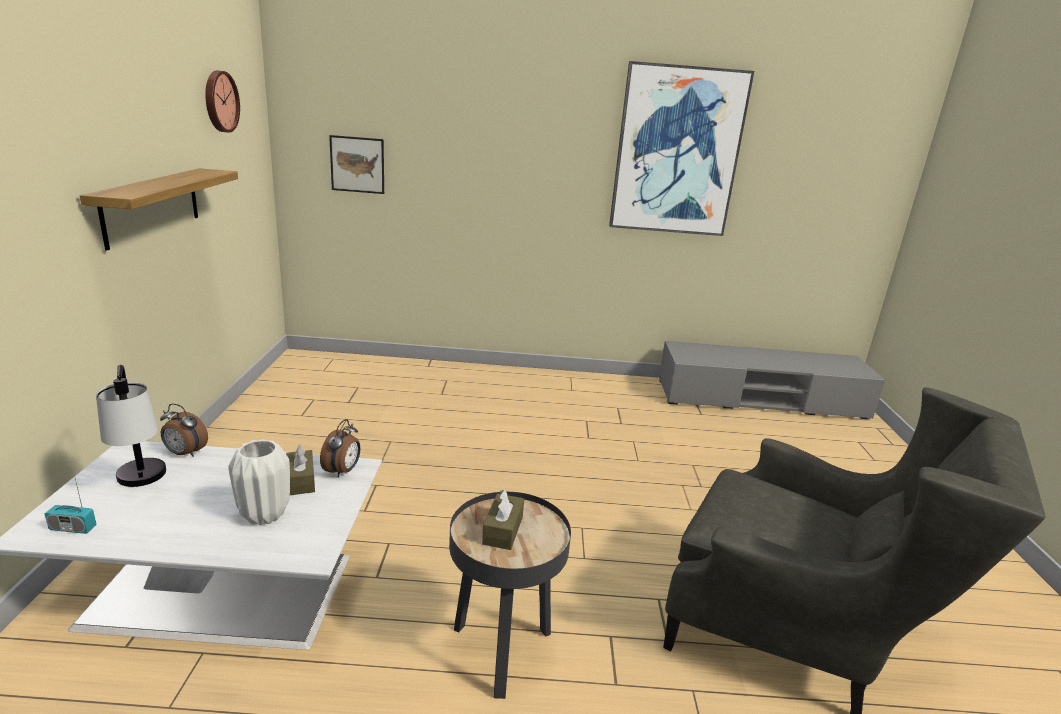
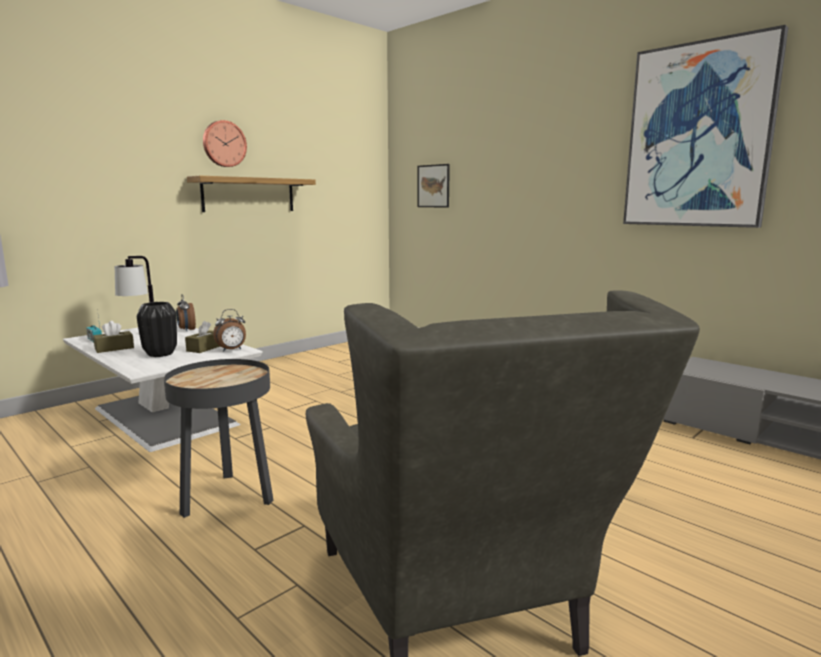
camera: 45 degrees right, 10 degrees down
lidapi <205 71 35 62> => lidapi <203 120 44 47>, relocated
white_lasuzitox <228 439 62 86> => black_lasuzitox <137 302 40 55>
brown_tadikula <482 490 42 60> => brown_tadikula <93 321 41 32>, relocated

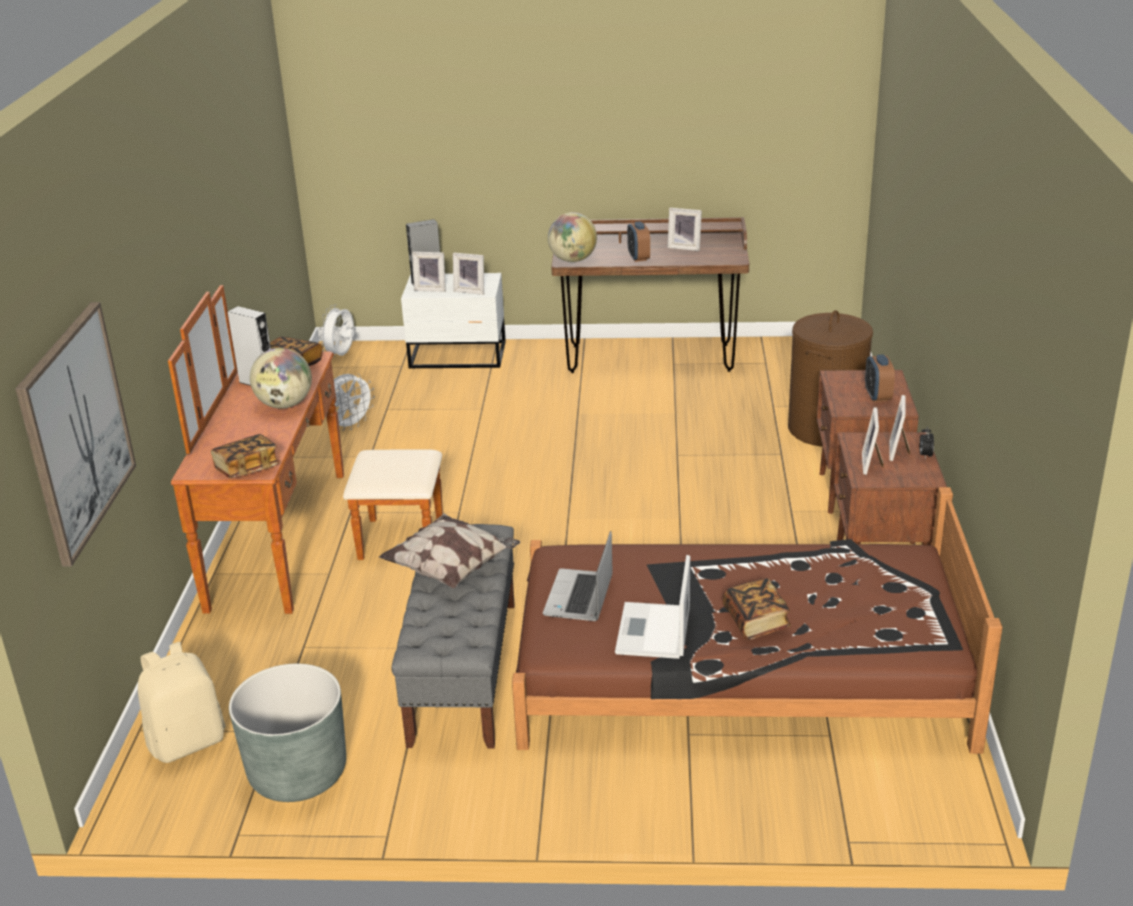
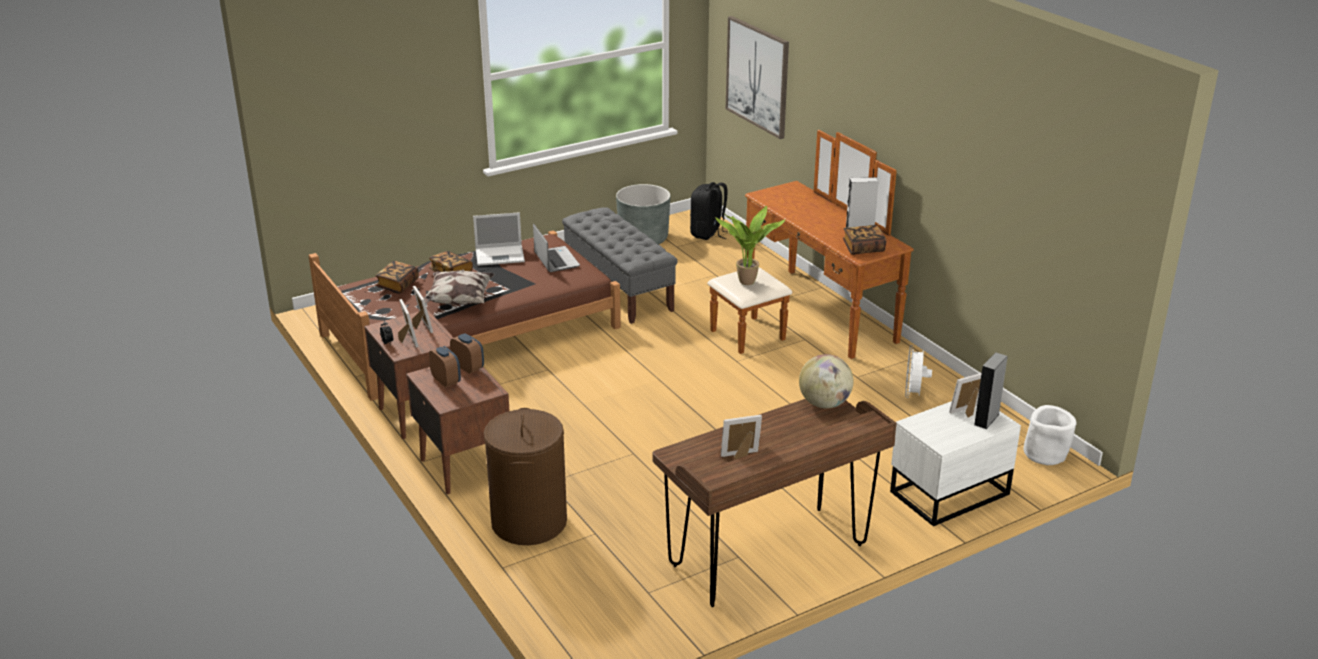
camera: 145 degrees right, 0 degrees up
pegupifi <627 221 23 41> => pegupifi <450 333 34 41>, relocated
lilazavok <453 253 31 42> => nothing
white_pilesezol <319 305 35 52> => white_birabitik <1023 405 54 60>
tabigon <250 348 62 61> => nothing
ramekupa <211 434 68 44> => ramekupa <375 261 44 33>, relocated
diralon <379 513 141 76> => diralon <423 270 71 35>, relocated
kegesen <615 555 75 104> => kegesen <473 212 52 54>, 105 degrees clockwise
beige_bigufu <138 642 87 121> => black_bigufu <690 182 39 58>
nothing => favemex <715 206 70 79>

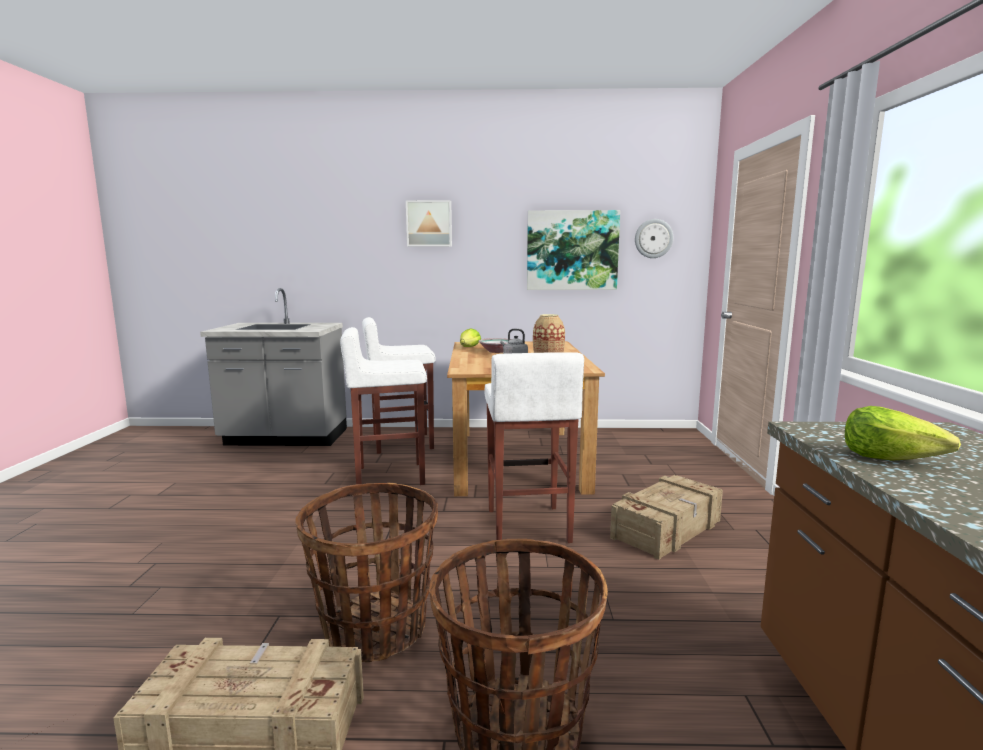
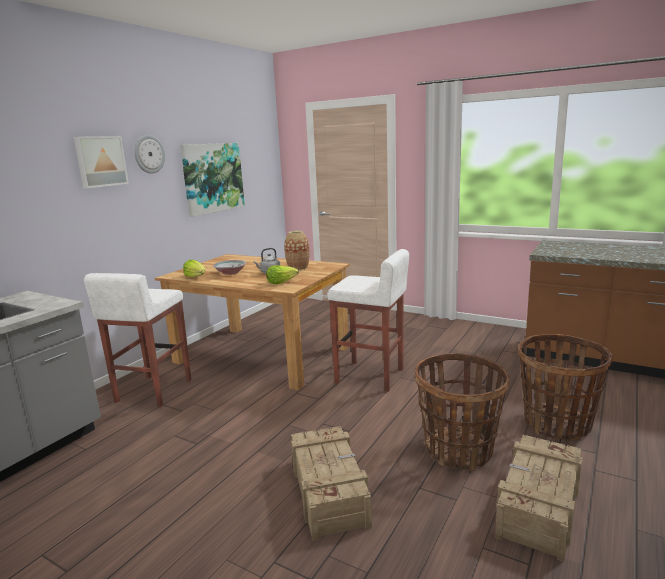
camera: 60 degrees left, 5 degrees up
lidapi <635 219 38 39> => lidapi <134 135 31 39>, relocated
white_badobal <340 327 87 158> => nothing
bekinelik <845 406 116 55> => bekinelik <266 265 33 19>, relocated
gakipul <610 475 113 85> => gakipul <291 426 81 115>, relocated

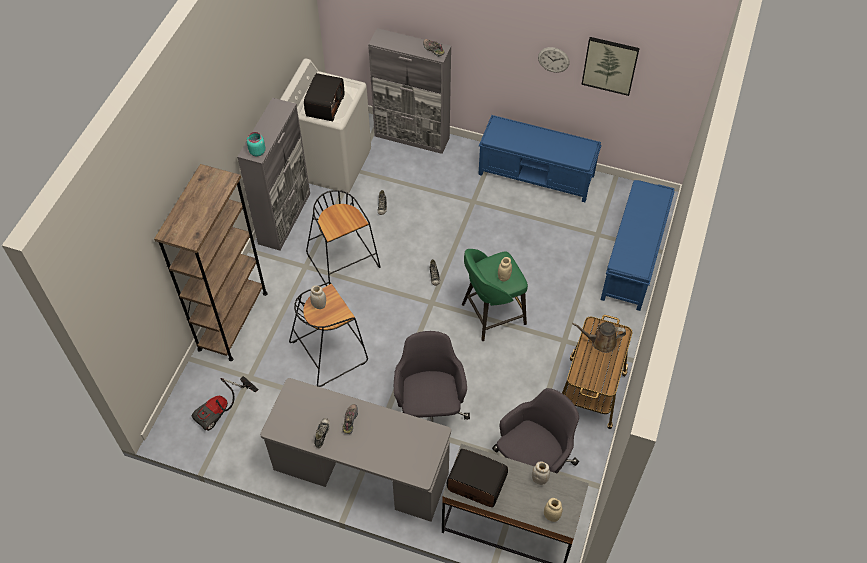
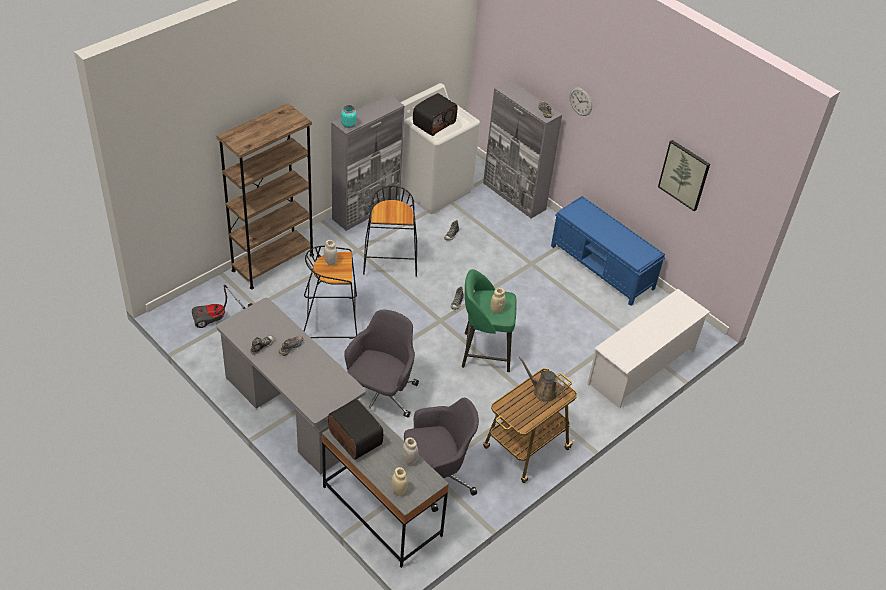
camera: 25 degrees right, 10 degrees down
lidapi <538 47 32 26> => lidapi <569 87 23 29>, relocated
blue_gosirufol <600 180 75 131> => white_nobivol <587 289 123 120>

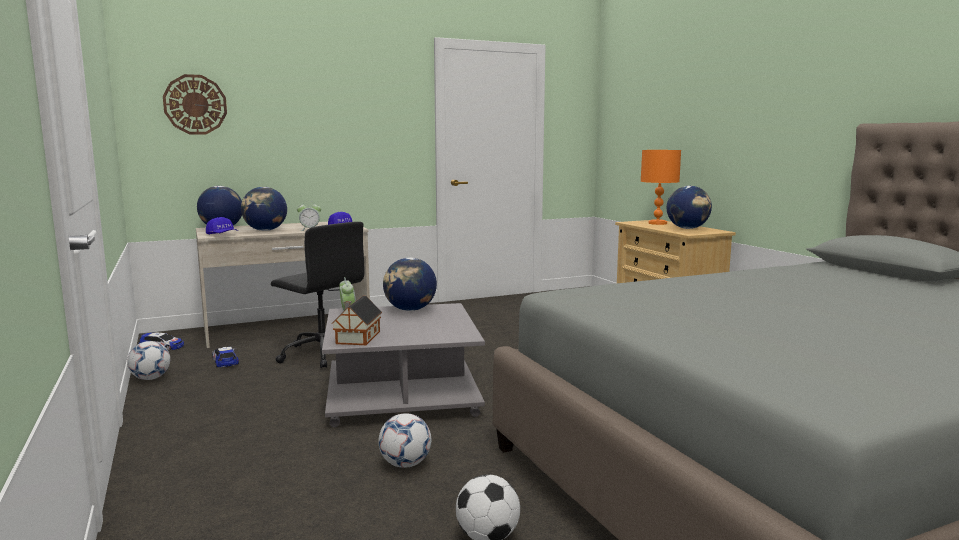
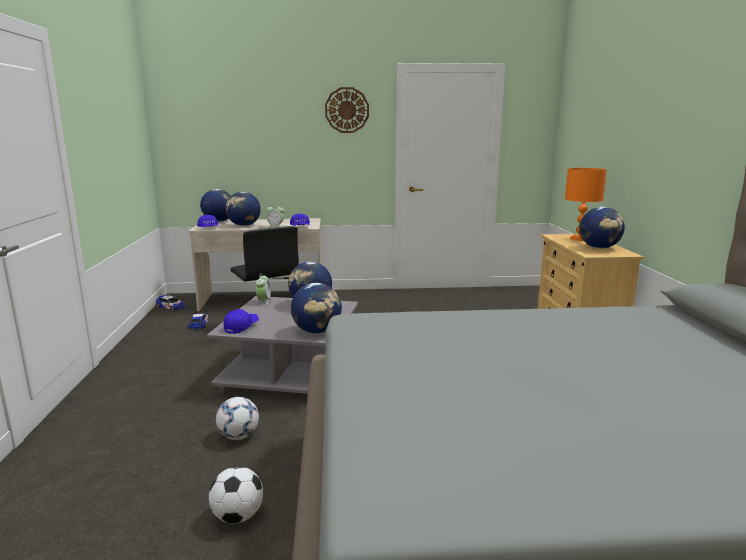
camera: 20 degrees right, 5 degrees up
lidapi <163 74 64 61> => lidapi <325 87 44 46>, relocated
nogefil <332 296 50 49> => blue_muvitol <224 309 35 25>
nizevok <127 341 43 39> => nothing
nothing => tabigon <291 283 51 50>

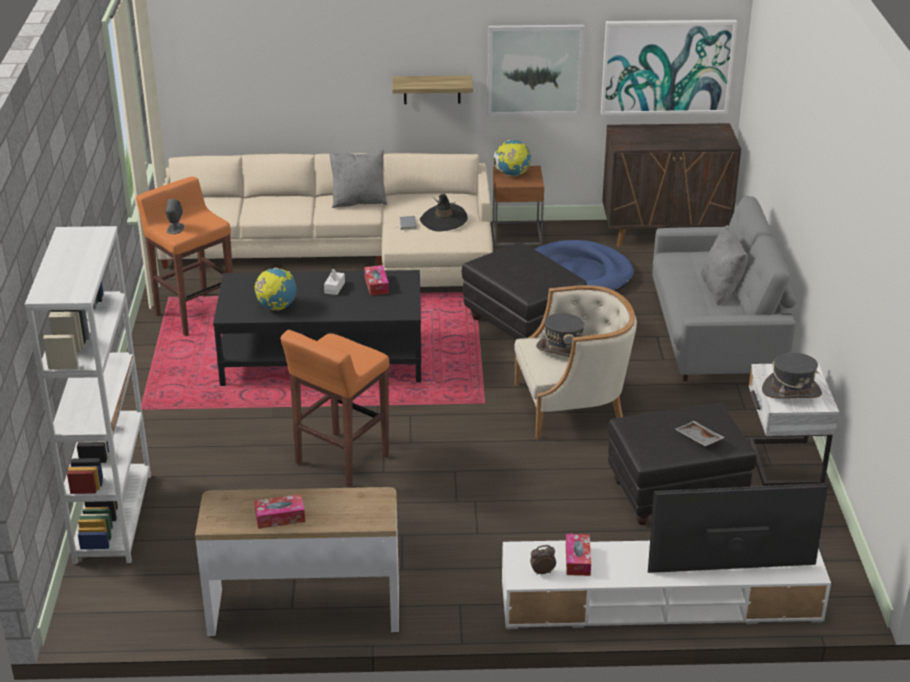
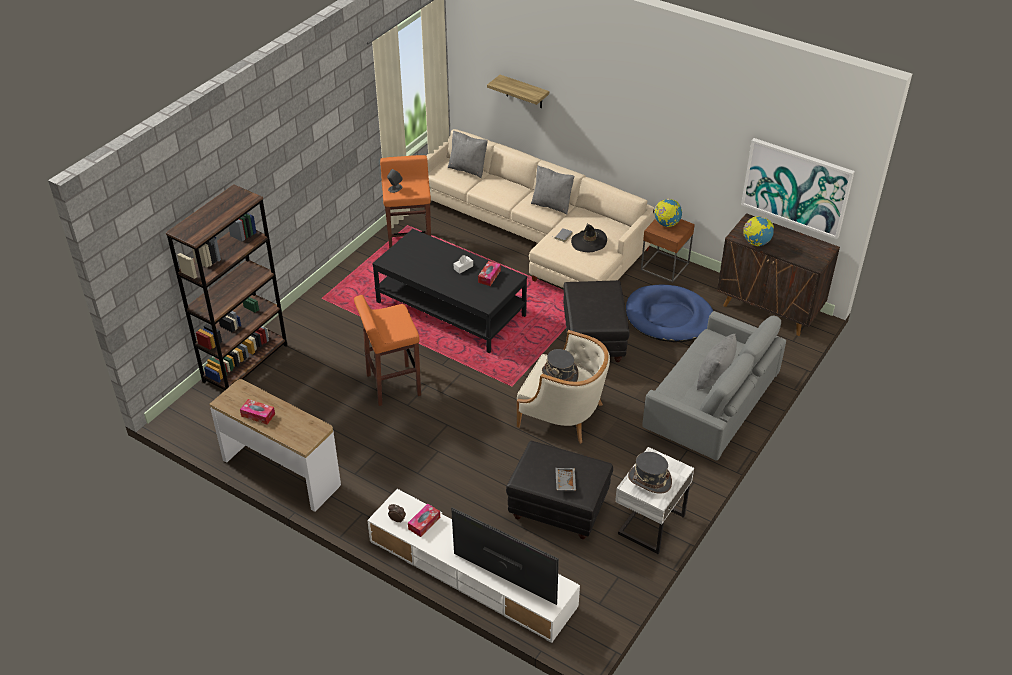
camera: 35 degrees right, 10 degrees up
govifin <487 25 98 91> => nothing
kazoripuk <392 76 81 28> => kazoripuk <487 75 62 33>, relocated
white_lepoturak <25 226 126 338> => brown_lepoturak <166 184 122 206>
tabigon <254 268 43 42> => tabigon <743 216 31 30>, relocated
nothing => grey_diralon <448 130 40 48>

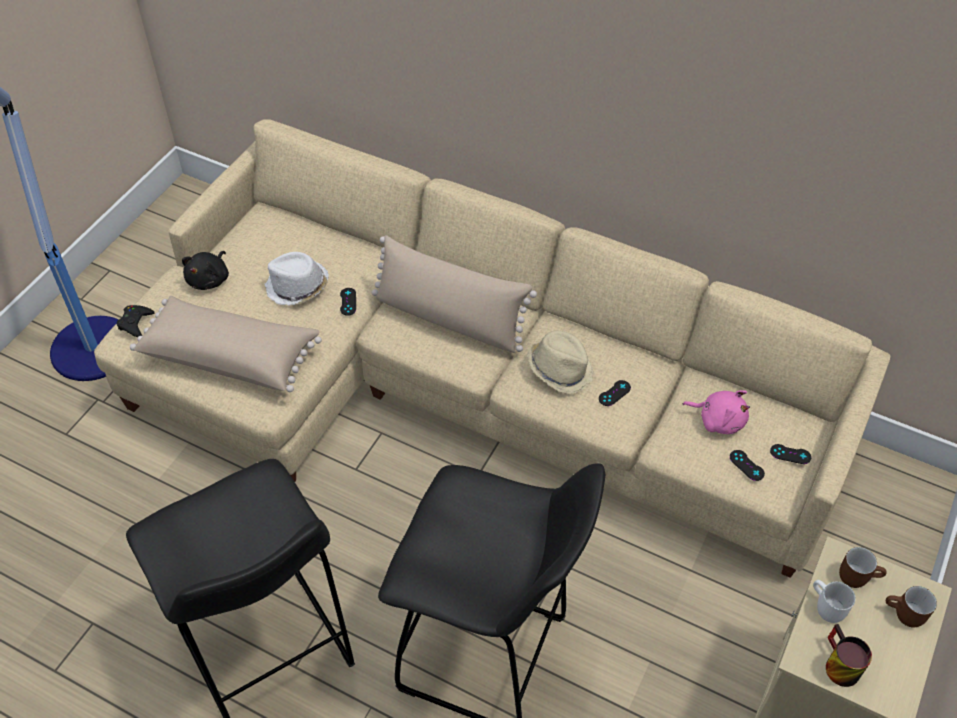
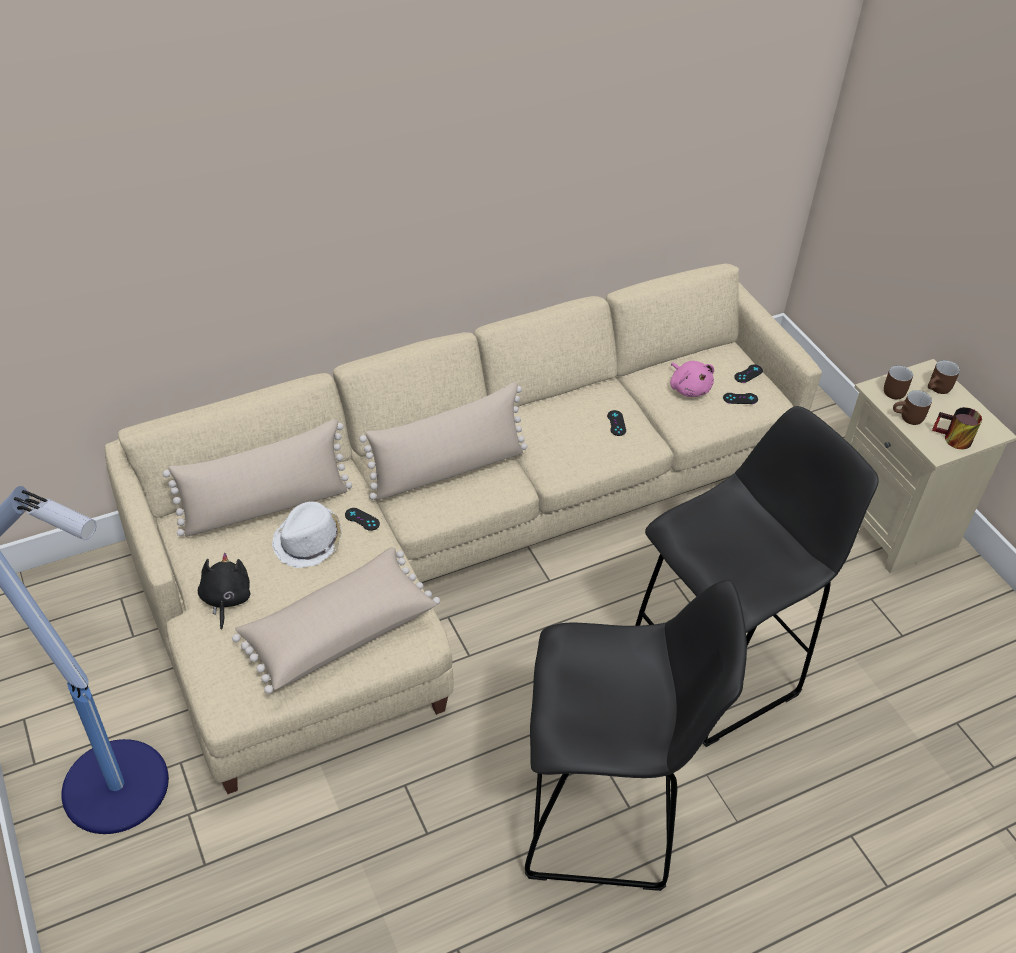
camera: 55 degrees left, 5 degrees down
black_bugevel <182 251 47 39> => black_bugevel <198 553 52 77>, 150 degrees counterclockwise
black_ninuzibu <117 305 38 32> => nothing
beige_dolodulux <527 331 66 62> => nothing
pink_bugevel <682 390 68 44> => pink_bugevel <670 361 44 36>, 90 degrees clockwise
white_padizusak <813 580 42 43> => brown_padizusak <893 390 39 35>
nothing => beige_diralon <163 419 189 118>

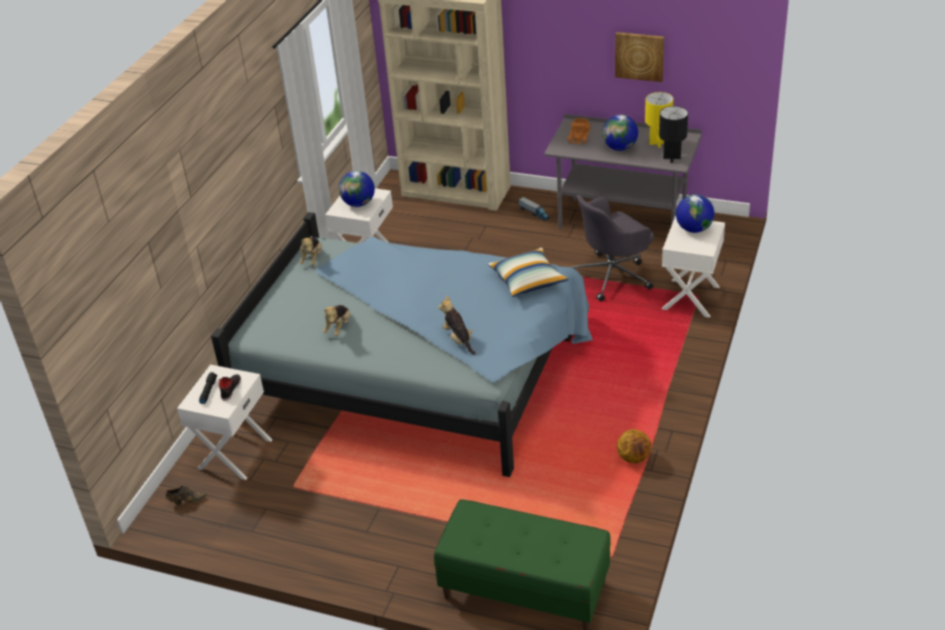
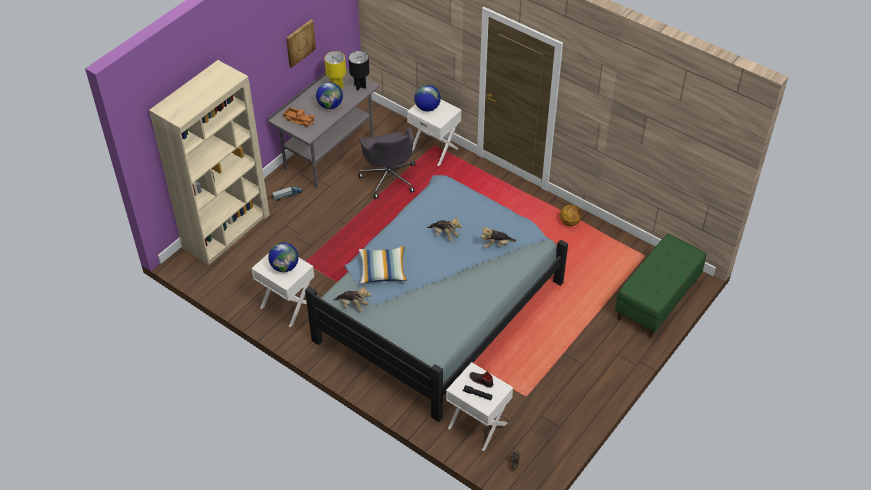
camera: 75 degrees left, 10 degrees up
diralon <488 248 81 49> => diralon <359 246 48 38>, relocated
bugevel <323 305 28 31> => bugevel <427 217 35 24>, relocated

